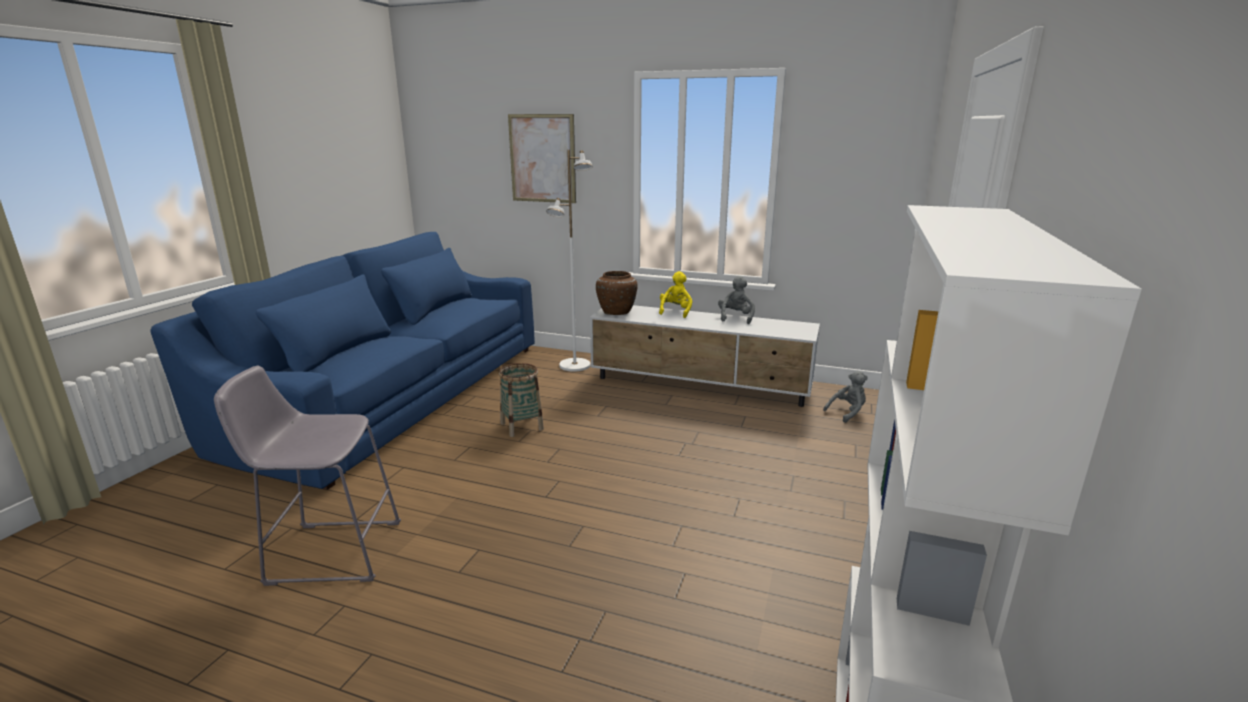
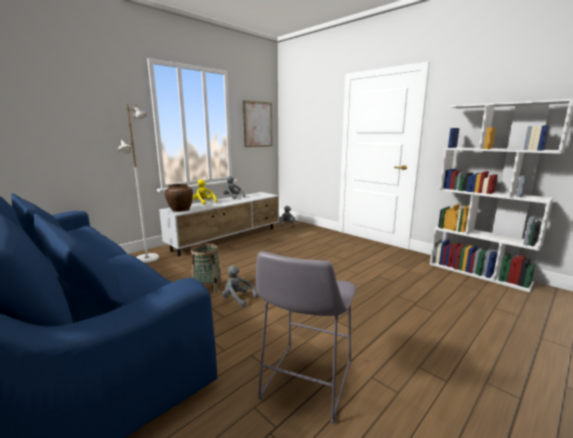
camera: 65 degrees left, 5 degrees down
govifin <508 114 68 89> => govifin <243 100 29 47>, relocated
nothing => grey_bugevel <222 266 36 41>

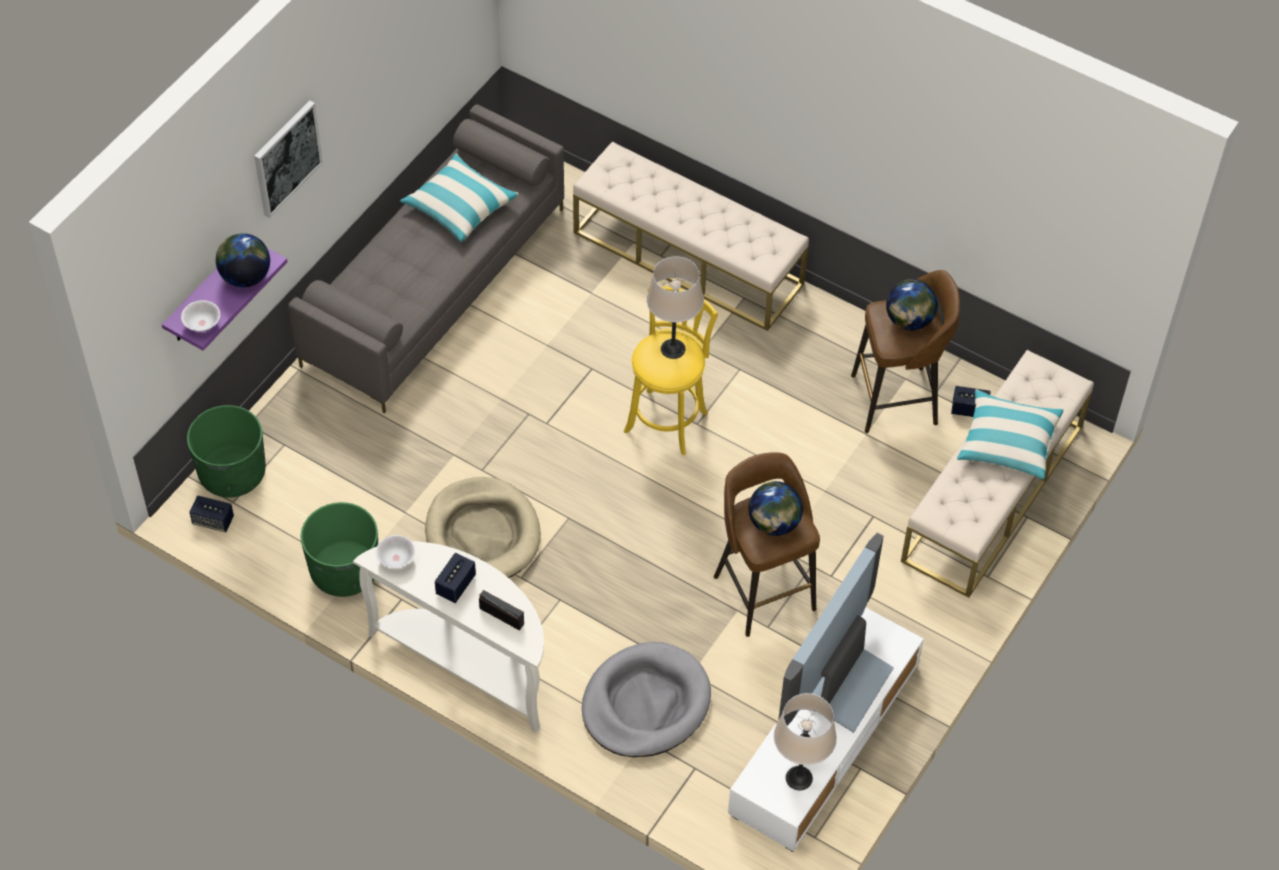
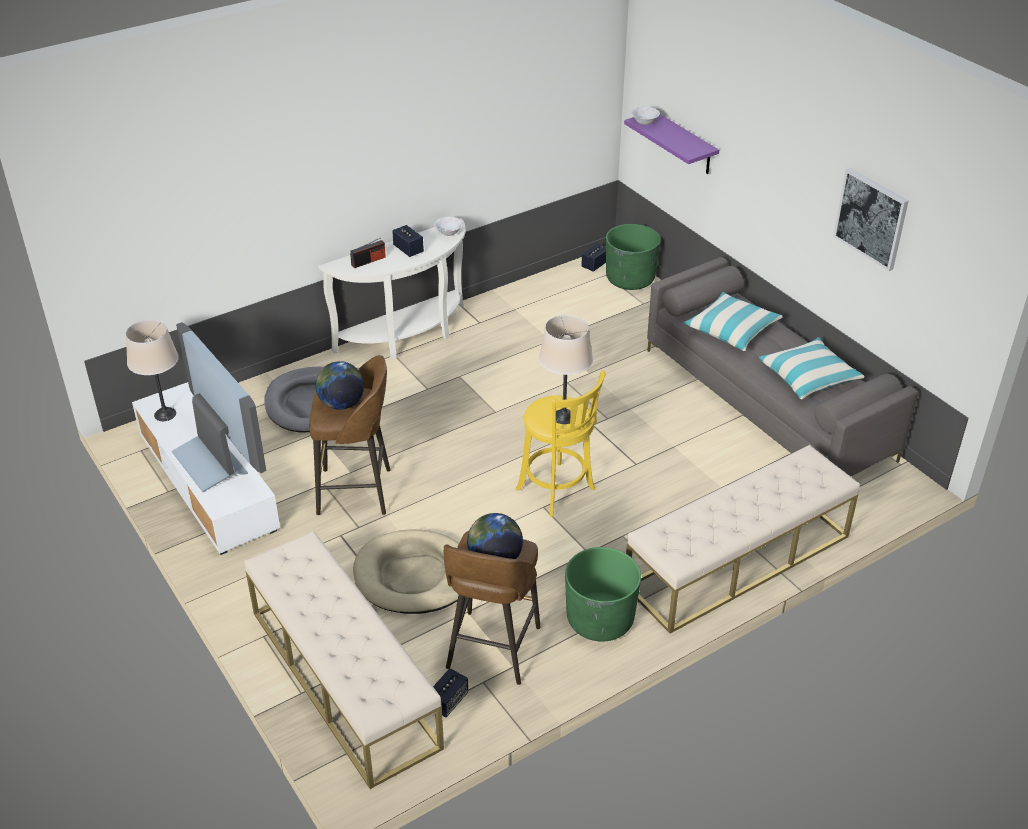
camera: 115 degrees right, 15 degrees down
govifin <254 100 69 118> => govifin <833 168 76 103>, relocated
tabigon <216 233 54 54> => nothing
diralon <957 389 107 91> => diralon <684 292 99 59>, relocated
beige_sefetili <425 477 116 101> => beige_sefetili <353 530 106 84>, relocated
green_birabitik <301 502 77 95> => green_birabitik <565 547 76 94>, relocated

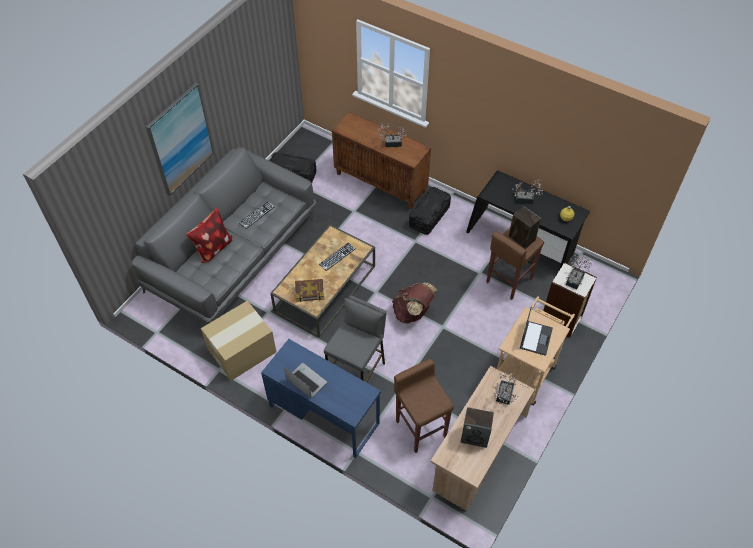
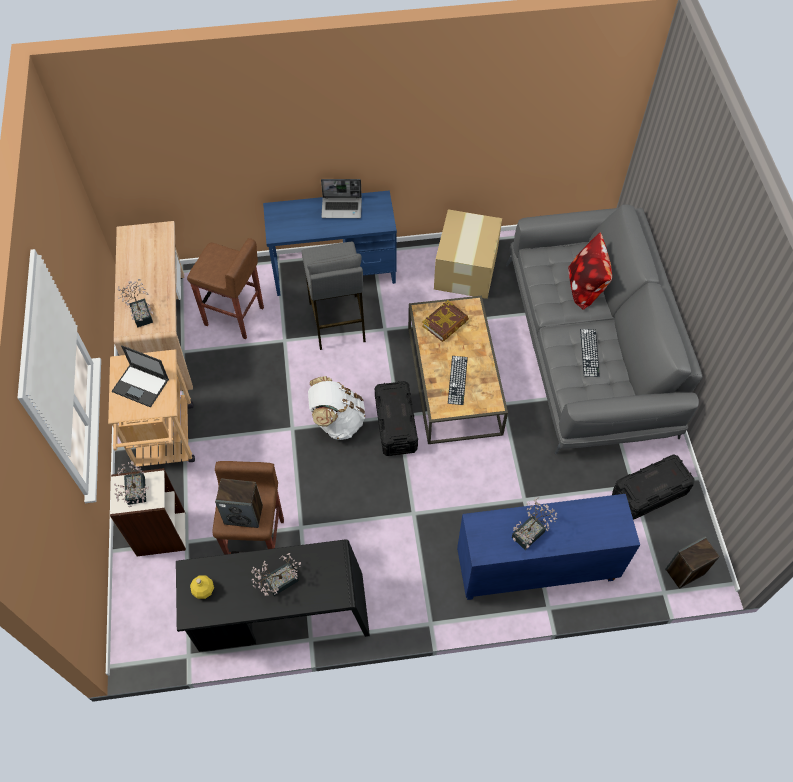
camera: 140 degrees right, 5 degrees up
govifin <146 83 68 113> => nothing
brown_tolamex <332 112 99 97> => blue_tolamex <457 494 183 106>
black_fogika <409 187 42 48> => black_fogika <375 381 43 75>, relocated
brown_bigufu <392 283 45 41> => white_bigufu <308 376 57 64>
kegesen <520 307 33 49> => kegesen <112 345 57 62>, 45 degrees counterclockwise
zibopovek <461 407 33 41> => zibopovek <665 537 55 52>, relocated

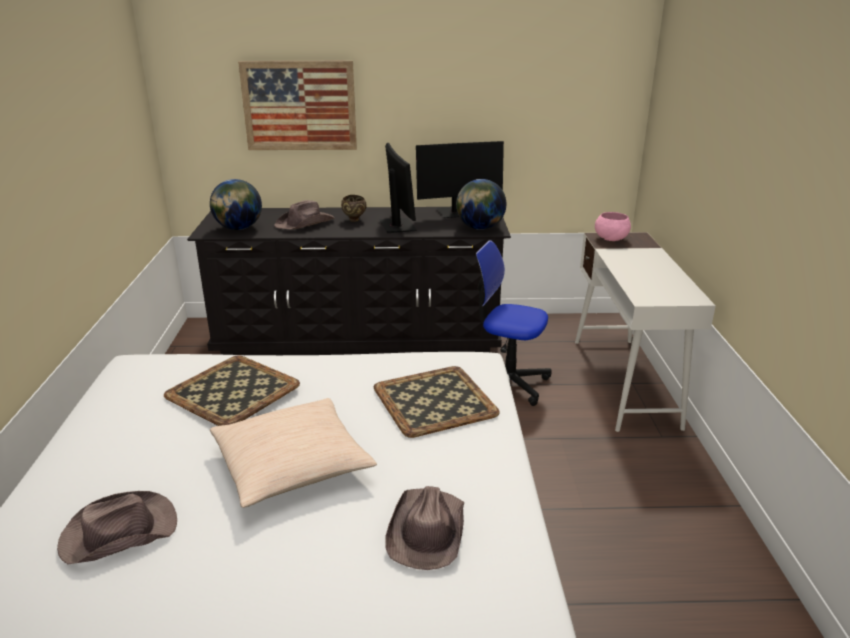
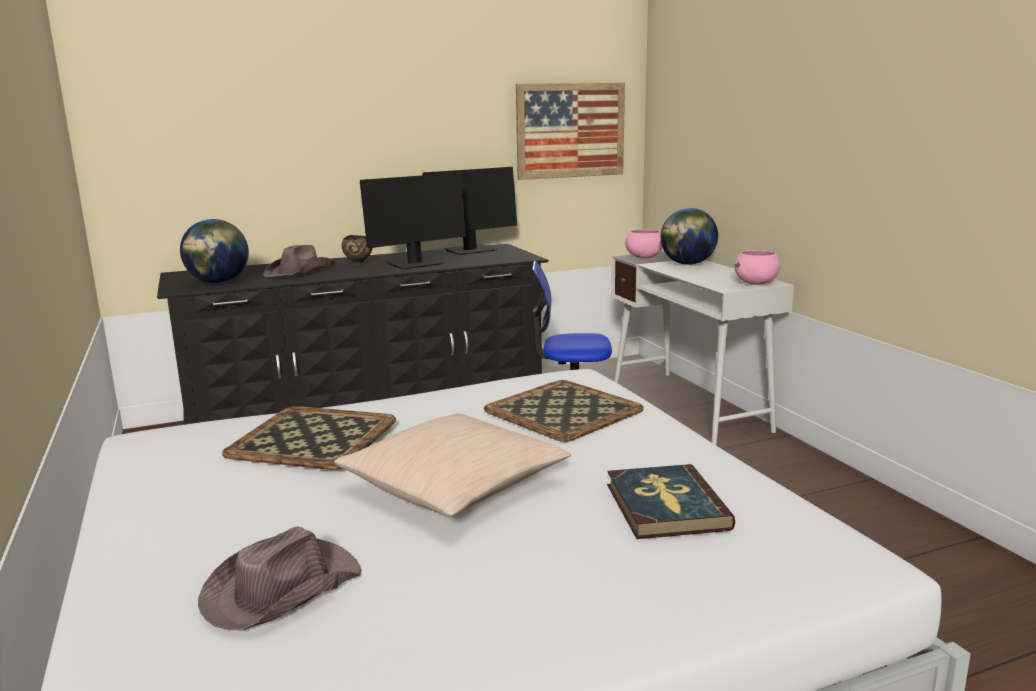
camera: 20 degrees left, 10 degrees down
govifin <238 61 119 89> => govifin <516 83 109 97>, relocated
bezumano <379 143 38 90> => bezumano <360 173 106 96>, 90 degrees clockwise
tabigon <456 179 50 51> => tabigon <661 208 57 57>, relocated
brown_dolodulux <385 486 79 84> => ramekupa <607 464 128 75>
nothing => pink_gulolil <734 250 47 35>

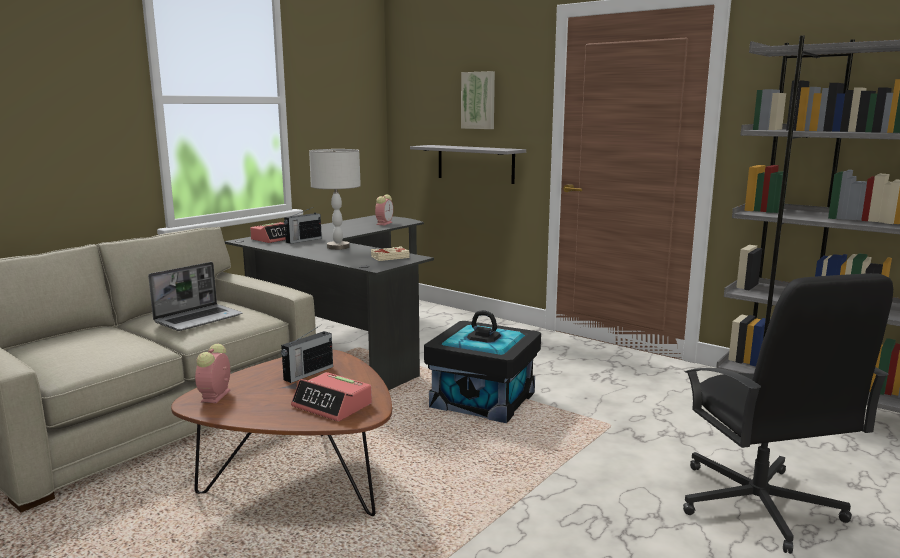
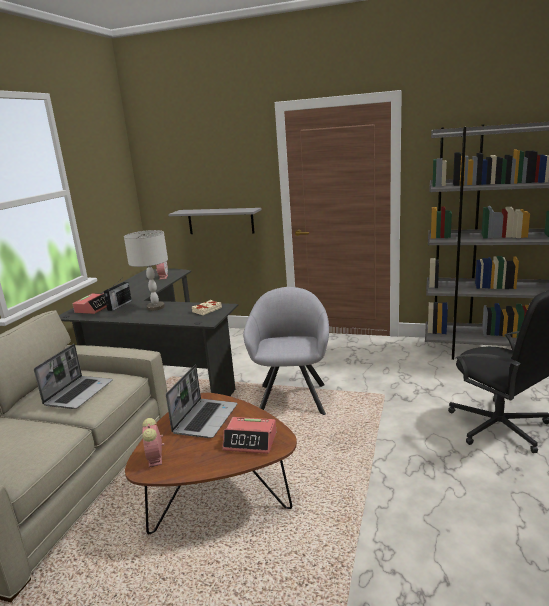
camera: 20 degrees left, 5 degrees up
govifin <461 71 34 58> => nothing
black_fogika <424 310 117 113> => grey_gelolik <243 287 86 128>
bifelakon <281 325 52 58> => kegesen <166 364 71 74>

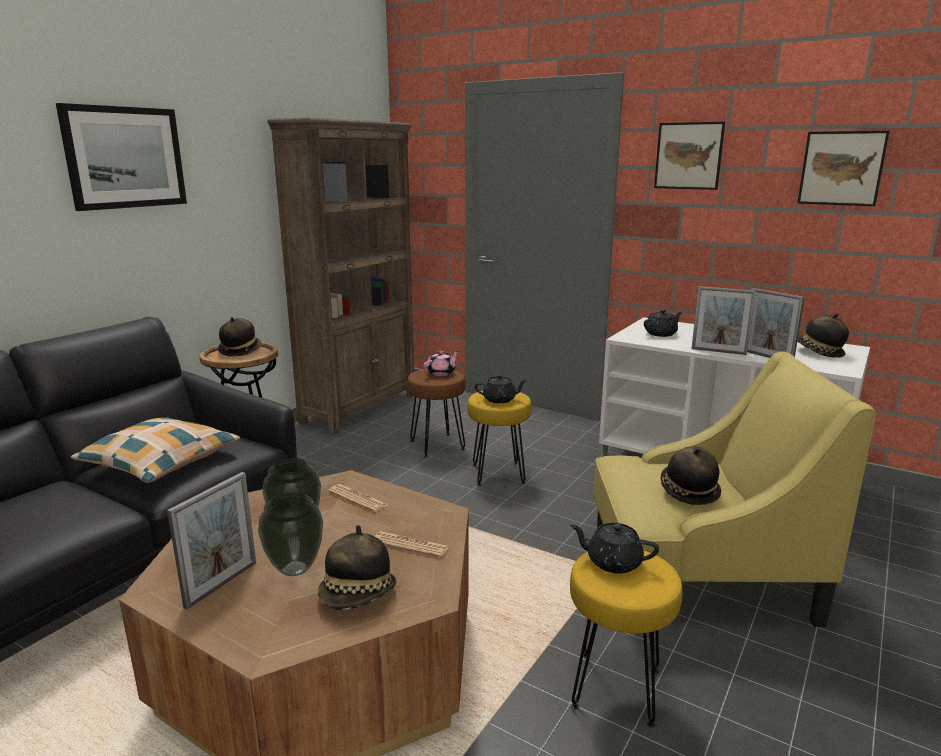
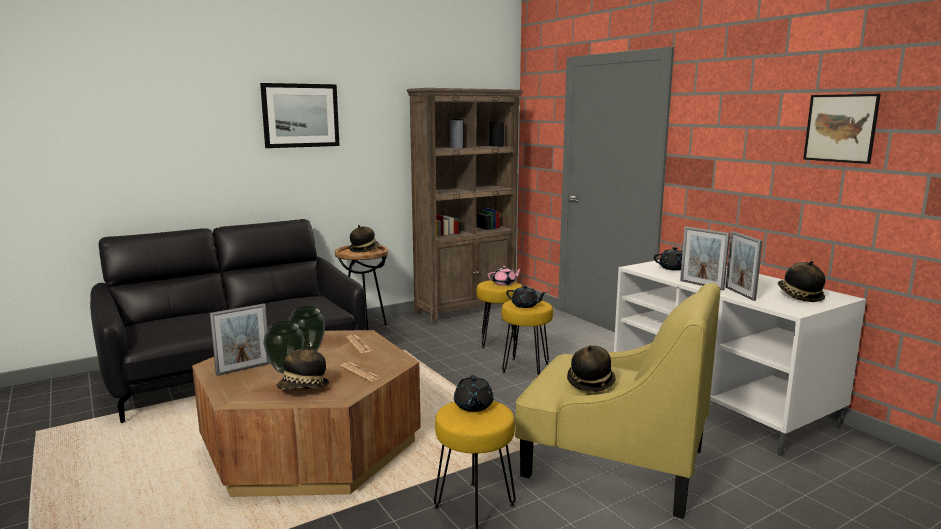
camera: 25 degrees right, 5 degrees down
govifin <654 122 71 68> => nothing
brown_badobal <407 369 58 88> => yellow_badobal <476 280 46 68>
diralon <71 417 169 66> => nothing
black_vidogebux <570 523 89 51> => black_vidogebux <454 375 39 37>, 135 degrees counterclockwise

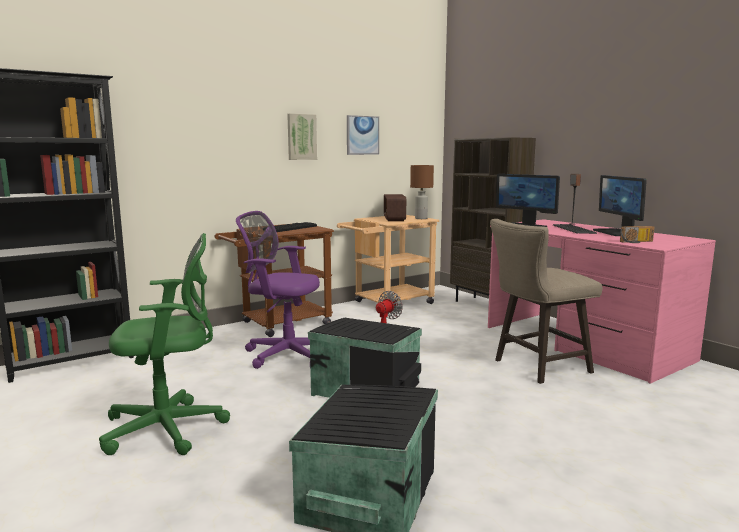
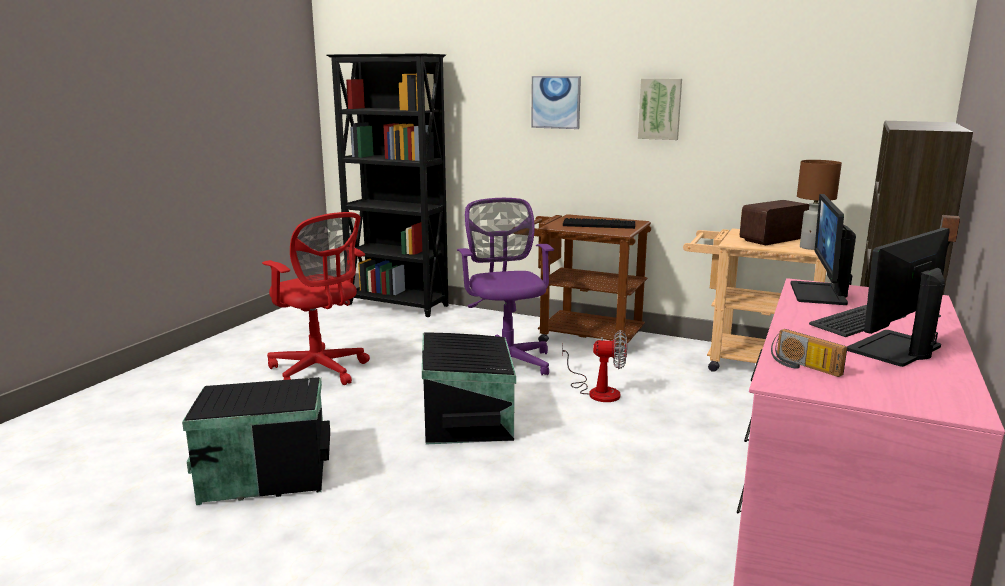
camera: 60 degrees right, 5 degrees up
govifin <347 115 32 40> => govifin <531 76 50 53>, relocated
beige_badobal <490 219 113 165> => nothing
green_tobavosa <99 233 131 222> => red_tobavosa <262 212 108 173>

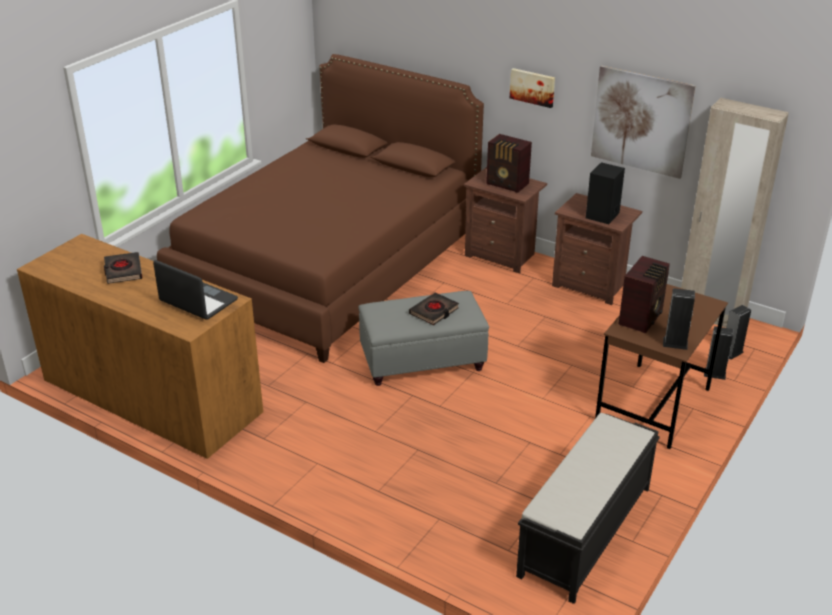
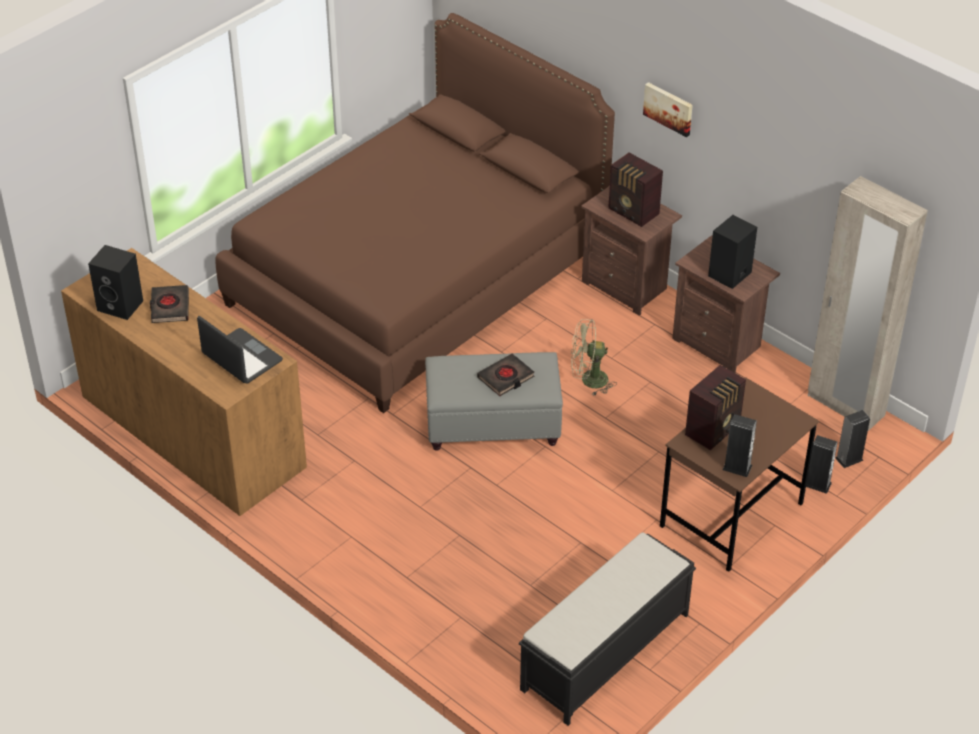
camera: 10 degrees right, 10 degrees up
govifin <591 66 104 113> => nothing
nothing => black_zibopovek <88 245 55 75>
nothing => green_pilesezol <571 319 46 76>

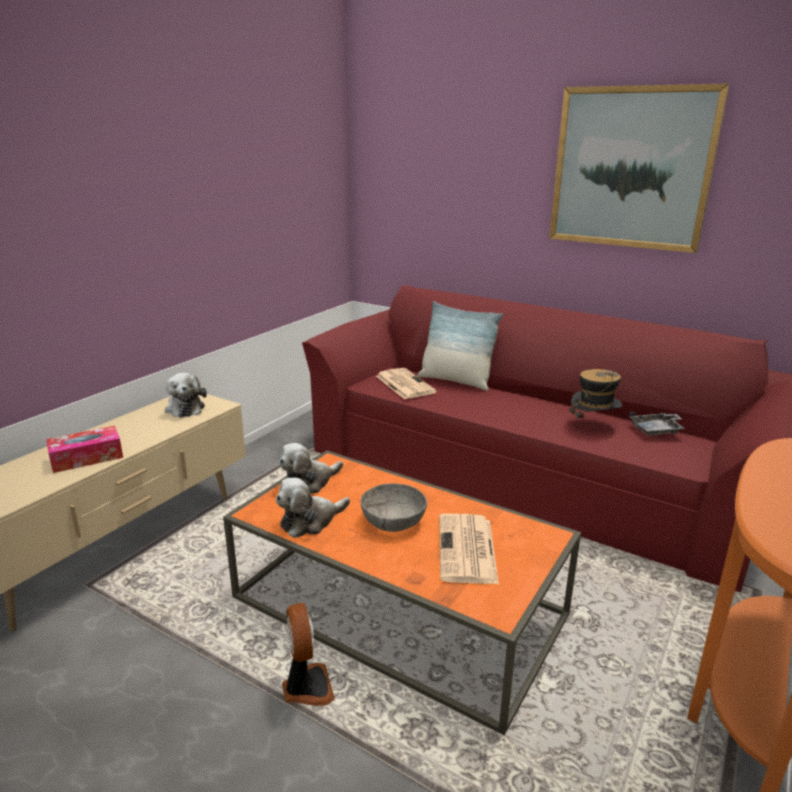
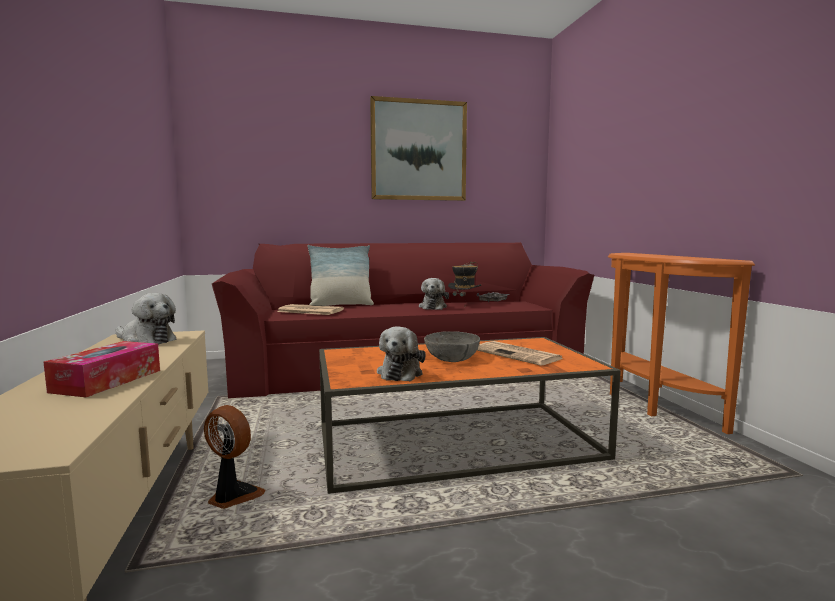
camera: 45 degrees left, 15 degrees down
bugevel <279 443 64 51> => bugevel <419 278 30 32>, relocated
pilesezol <282 603 53 103> => pilesezol <204 405 61 104>, relocated

